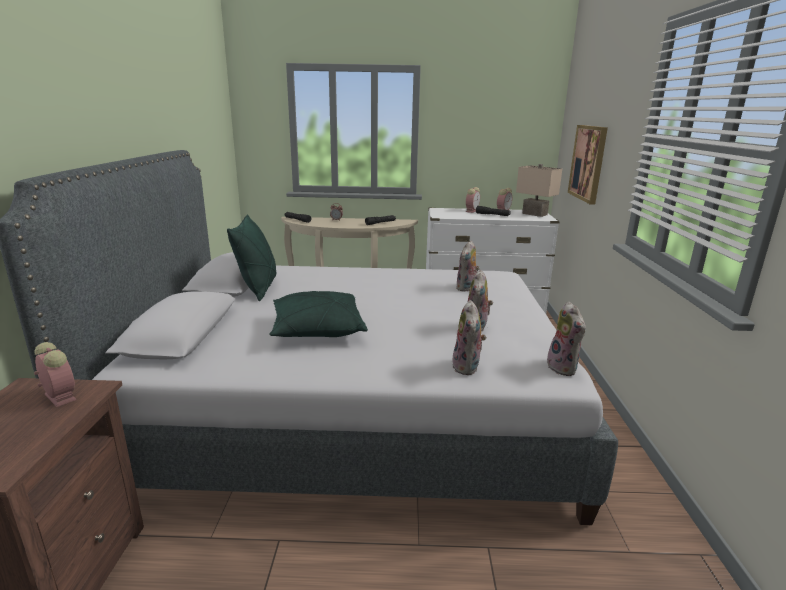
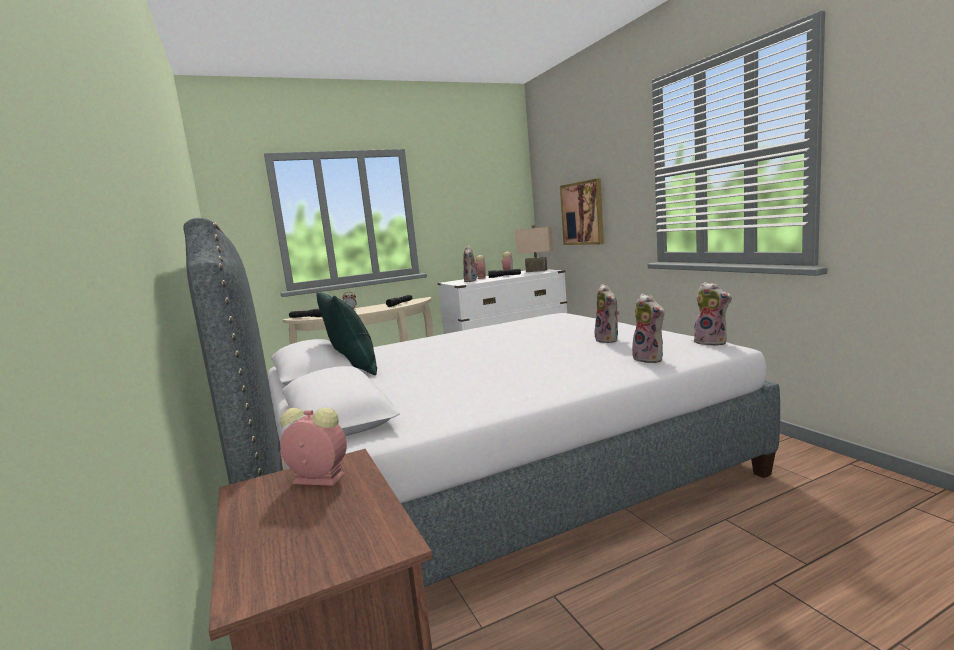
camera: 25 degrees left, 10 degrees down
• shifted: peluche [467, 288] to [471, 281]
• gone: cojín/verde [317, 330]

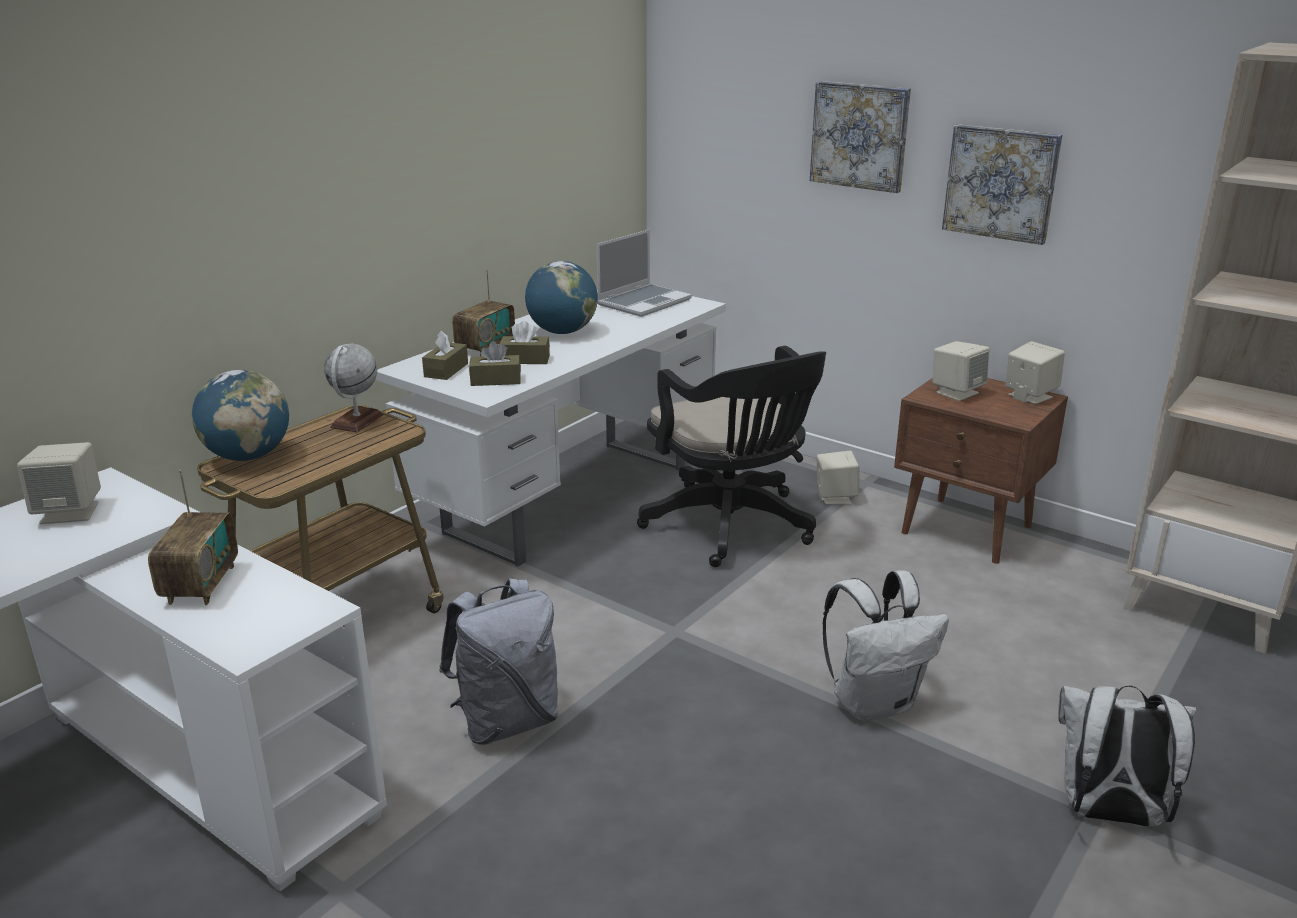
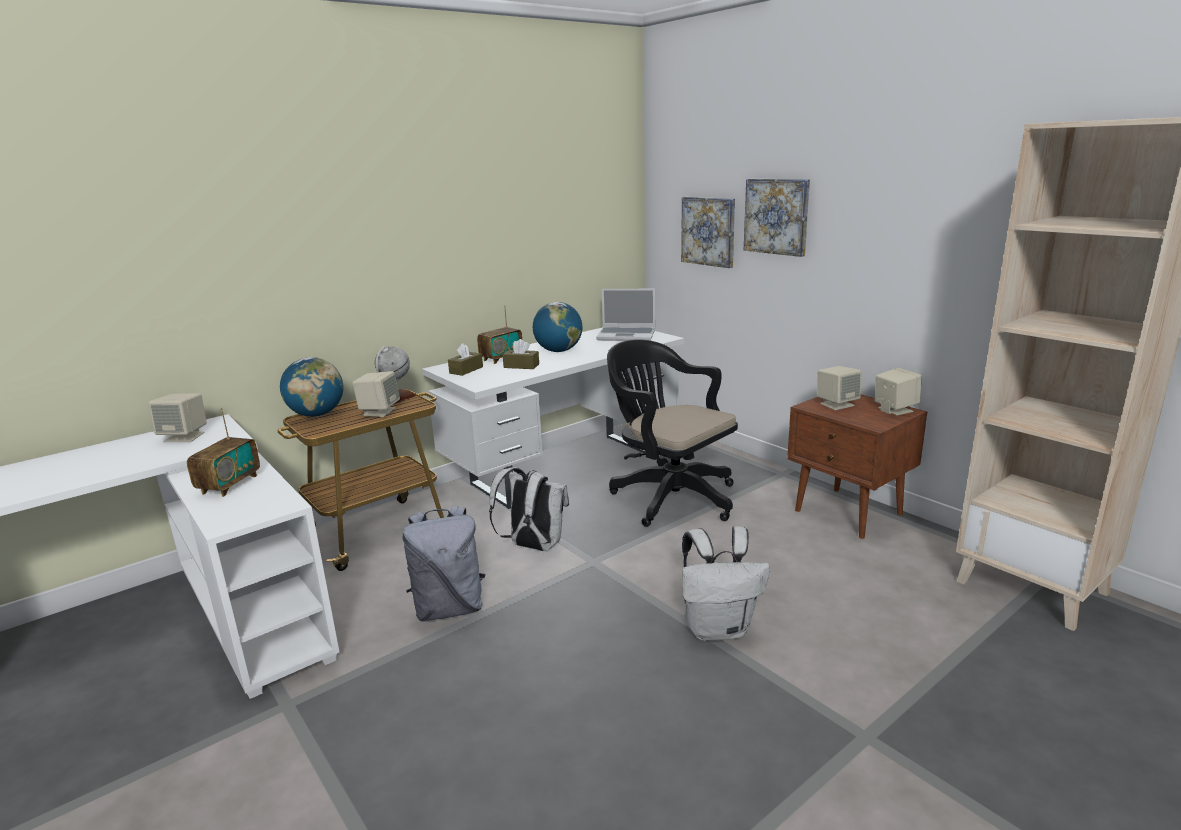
camera: 15 degrees right, 5 degrees down
• shifted: altavoz/beis [835, 497] to [379, 412]
• shifted: mochila/blanco [1108, 814] to [533, 546]
• rotated: portátil [644, 302] = [627, 335] 45 degrees clockwise
• rotated: silla de oficina/negro [732, 527] = [669, 496] 150 degrees clockwise
• shifted: cuadro [1001, 183] to [709, 231]
• gone: caja de pañuelos/marrón [495, 380]

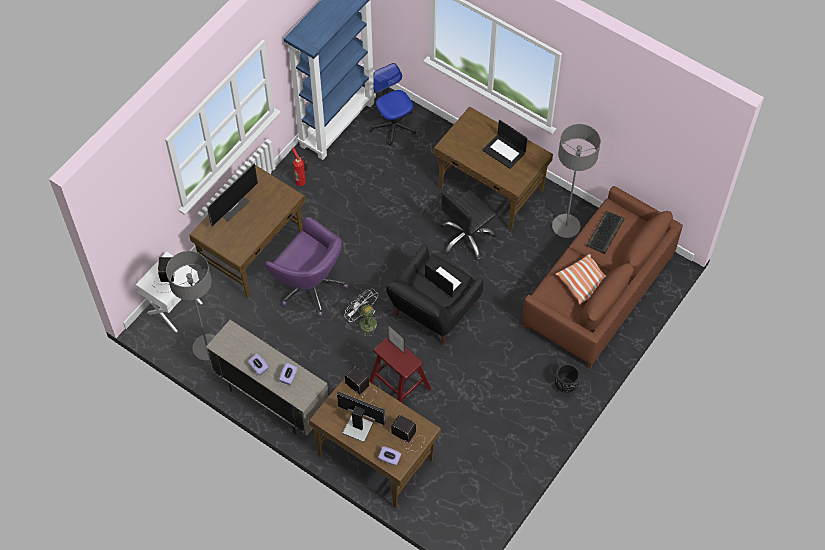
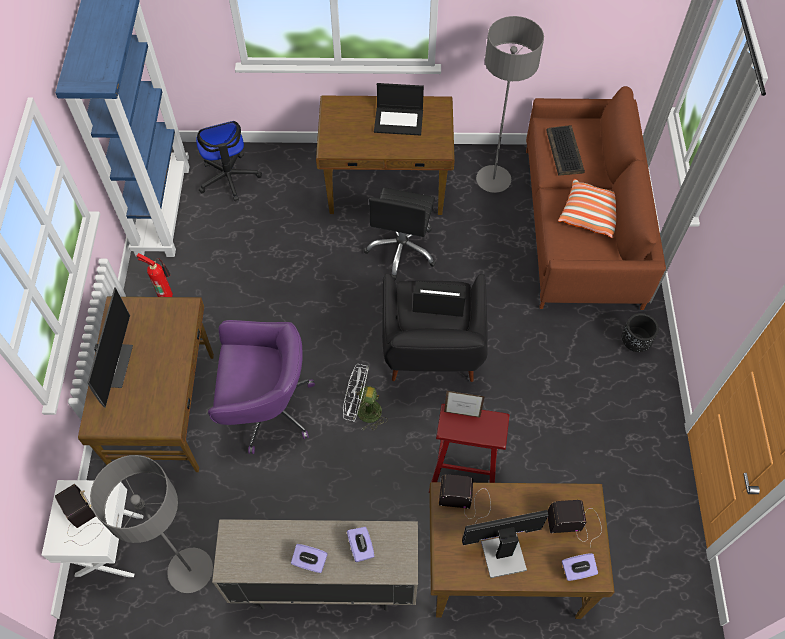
camera: 35 degrees left, 0 degrees up
• rotated: silla de oficina [393, 125] = [229, 178] 135 degrees counterclockwise

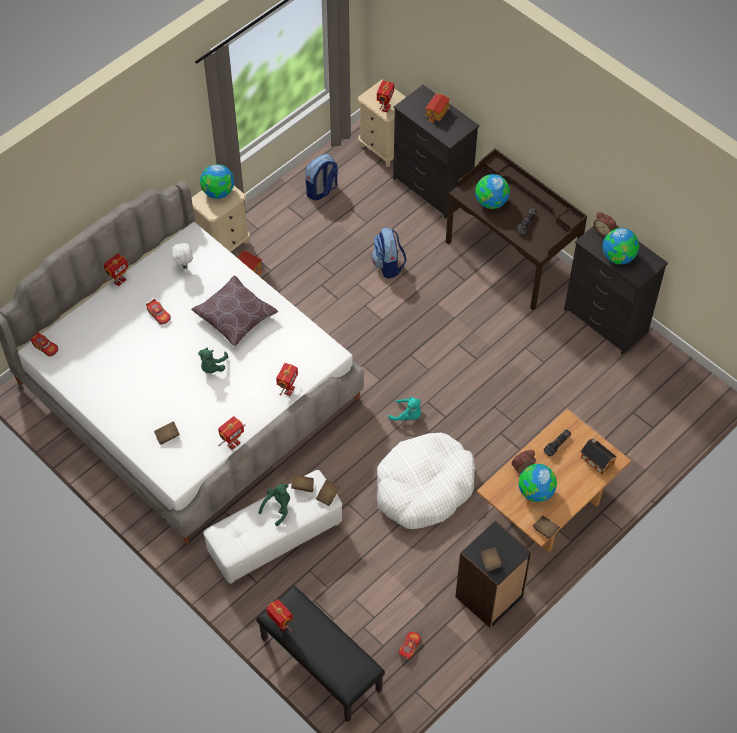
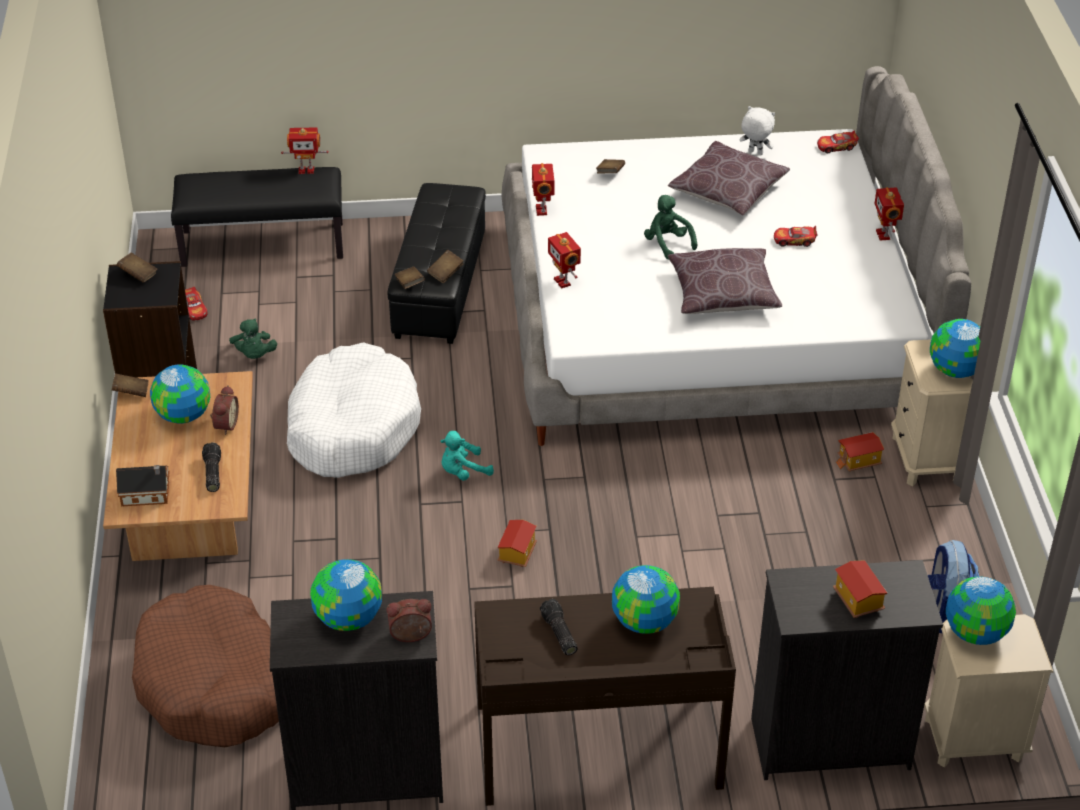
camera: 130 degrees right, 15 degrees down
• new: cama para perro/marrón [215, 684]
• shifted: peluche/verde [278, 508] to [254, 355]
• repainted: puf/blanco [275, 538] to puf/negro [439, 286]
• new: casita [516, 553]
• new: cojín/marrón [728, 191]
• shifted: peluche/blanco [185, 268] to [755, 153]
• swapped: robot de juguete [385, 108] to globo terráqueo [976, 633]
• gone: mochila [388, 265]

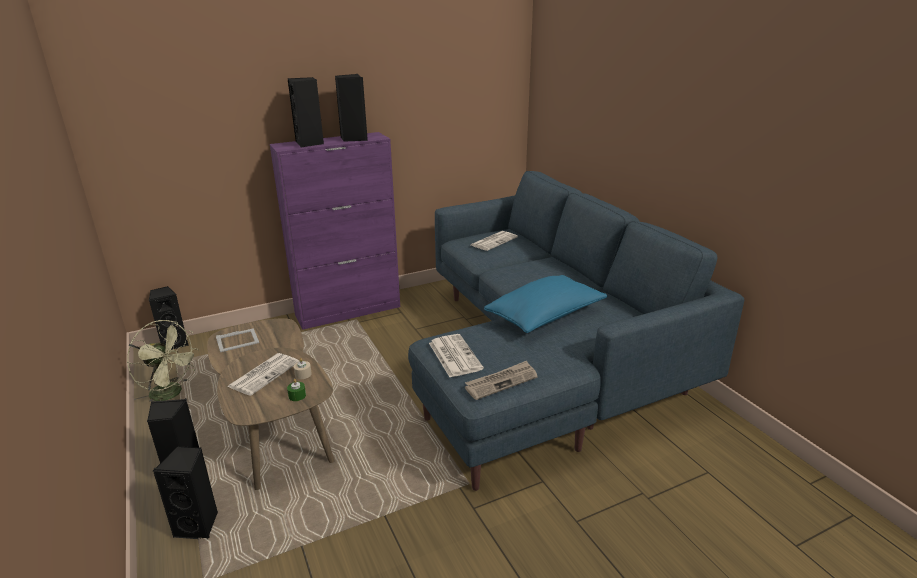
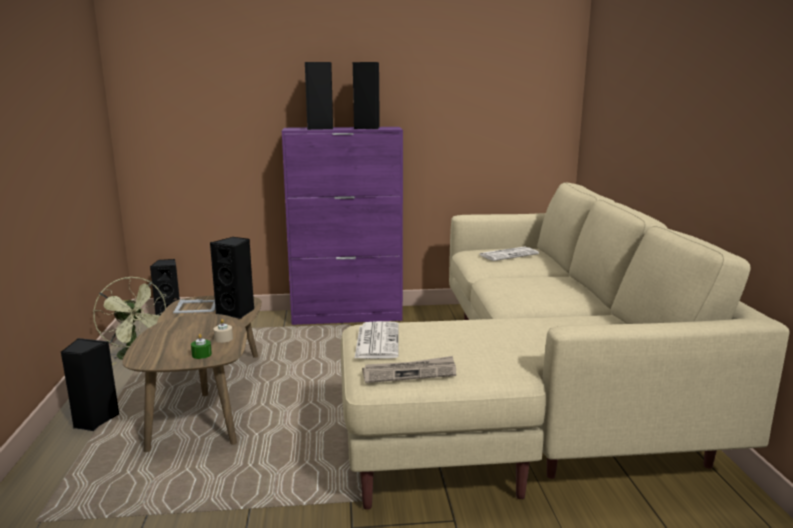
camera: 20 degrees right, 10 degrees down
• shifted: altavoz/negro [199, 526] to [237, 312]
• repainted: sofá/azul [545, 358] to sofá/beis [537, 394]
• gone: periódico [264, 374]
• gone: cojín/azul [545, 317]

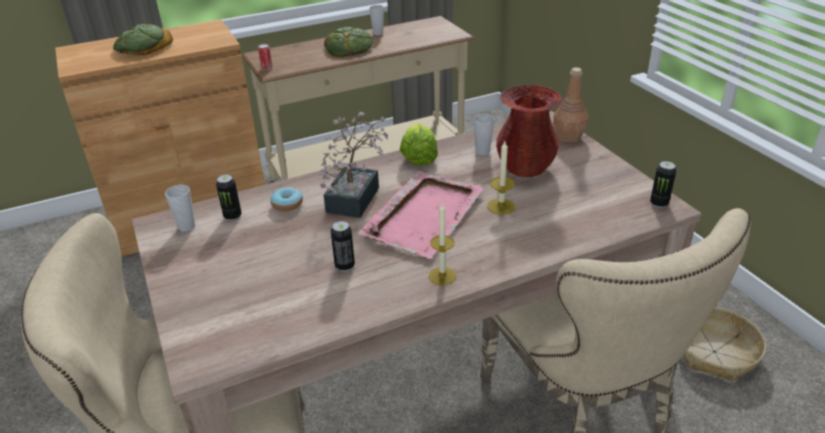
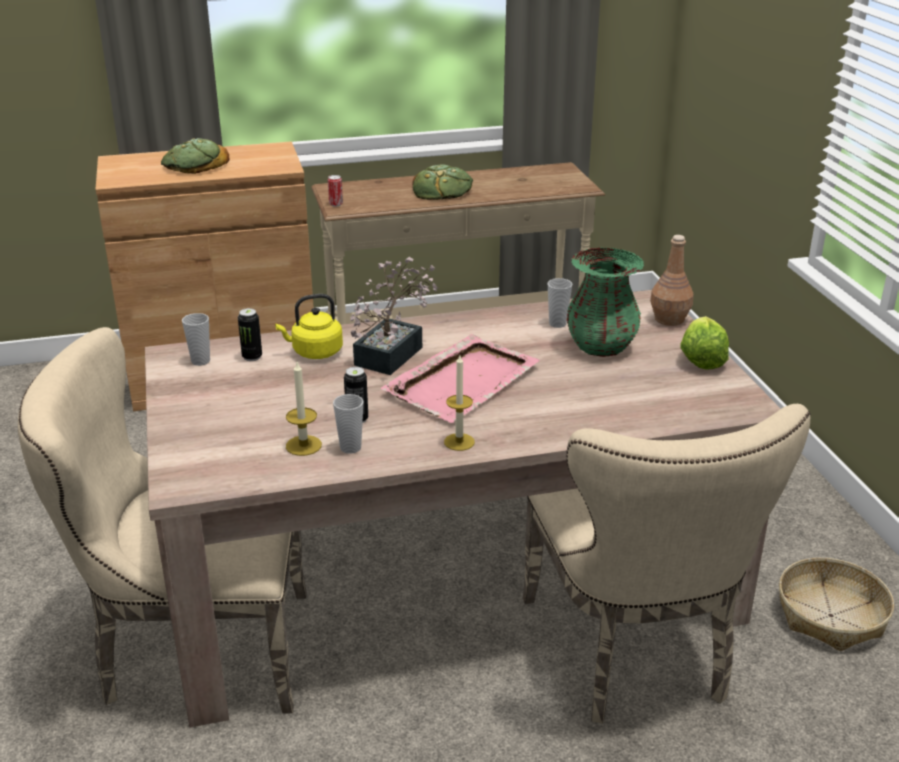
camera: 10 degrees right, 5 degrees down
• swapped: rosquilla [287, 204] to hervidor/amarillo [314, 352]
• shifted: vela [501, 206] to [303, 445]
• shifted: taza [378, 33] to [350, 448]
• repainted: florero/rojo [525, 168] to florero/verde [601, 347]
• shifted: lechuga [418, 156] to [701, 358]
• gone: lata [659, 203]

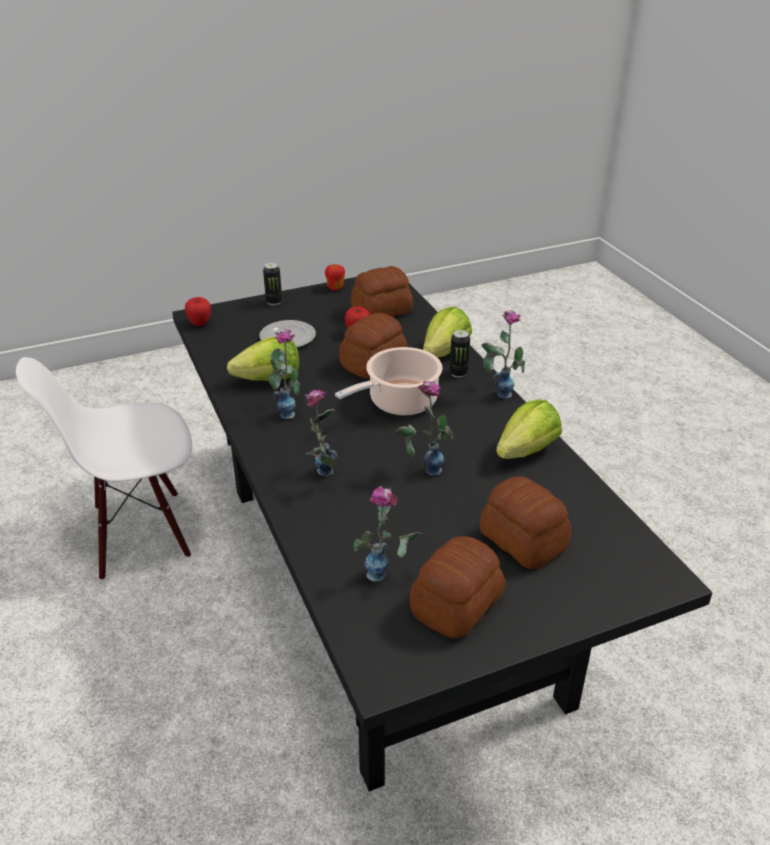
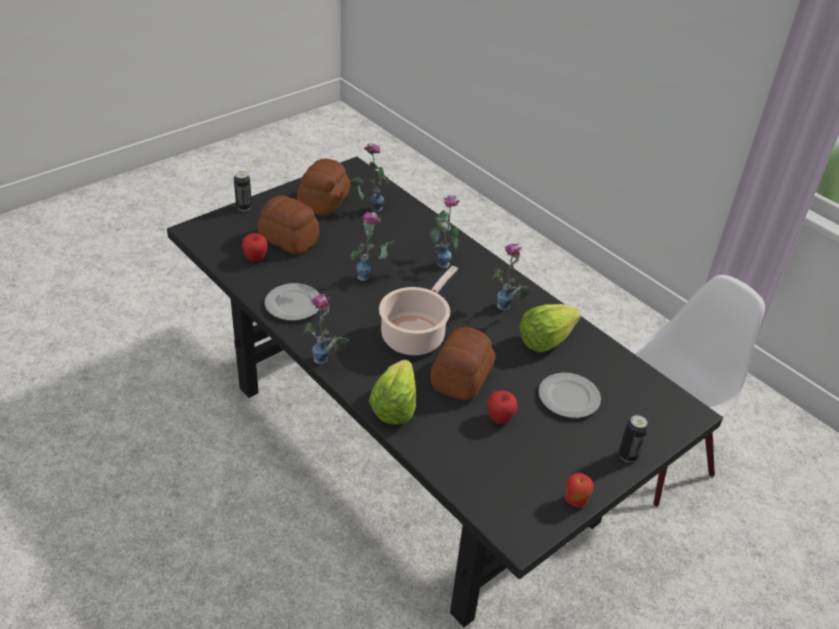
camera: 160 degrees right, 5 degrees up
• shifted: lata [458, 373] to [244, 207]
• shifted: manzana [200, 323] to [255, 258]
• swapped: lechuga [527, 450] to plato [292, 304]
• gone: pan [382, 311]

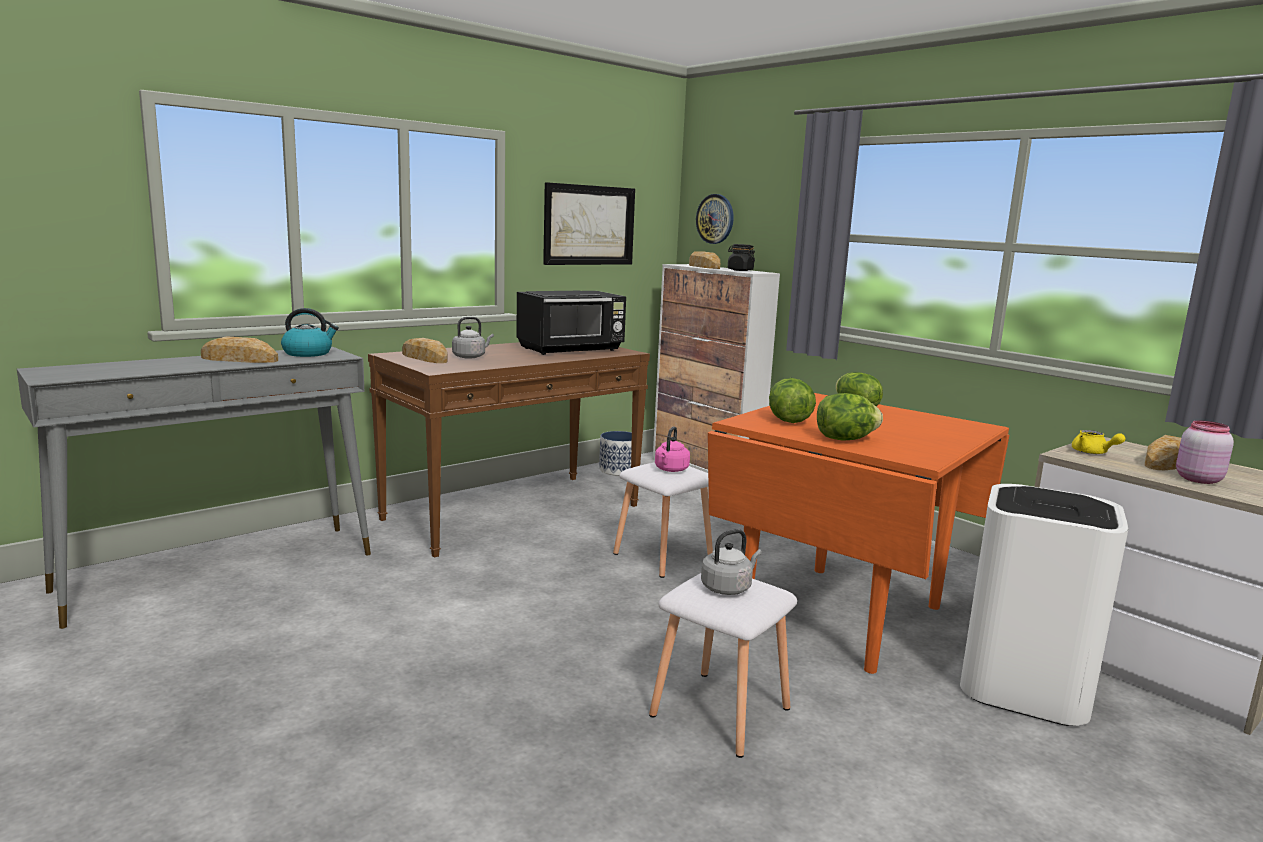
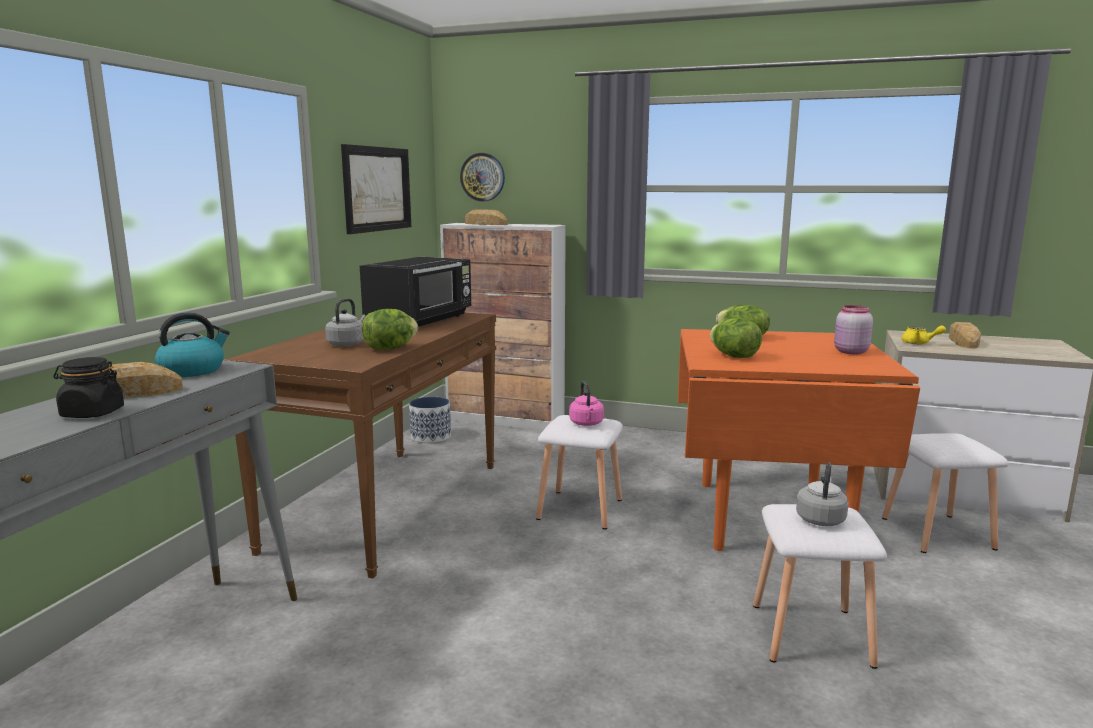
camera: 30 degrees left, 0 degrees up
• shifted: tarro/negro [740, 270] to [92, 413]
• shifted: lechuga [845, 439] to [390, 349]
• shifted: tarro/rosa [1197, 479] to [850, 352]
• swapped: papelera/blanco [1024, 687] to taburete/blanco [939, 534]
• gone: pan [424, 358]

